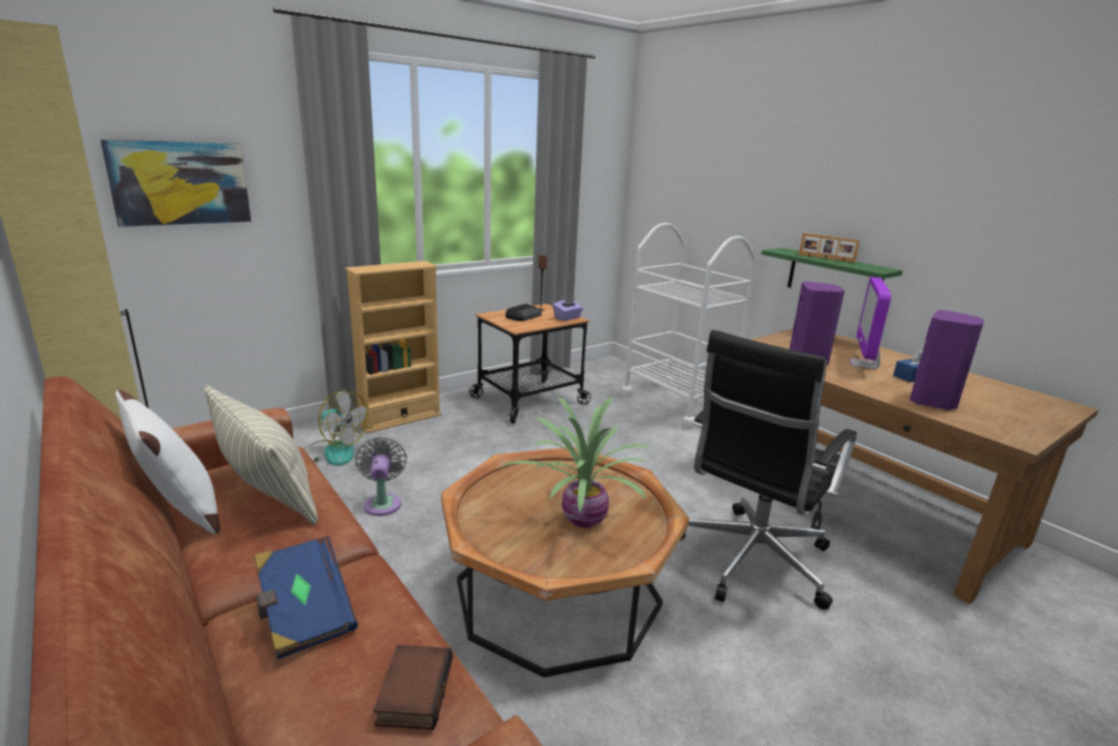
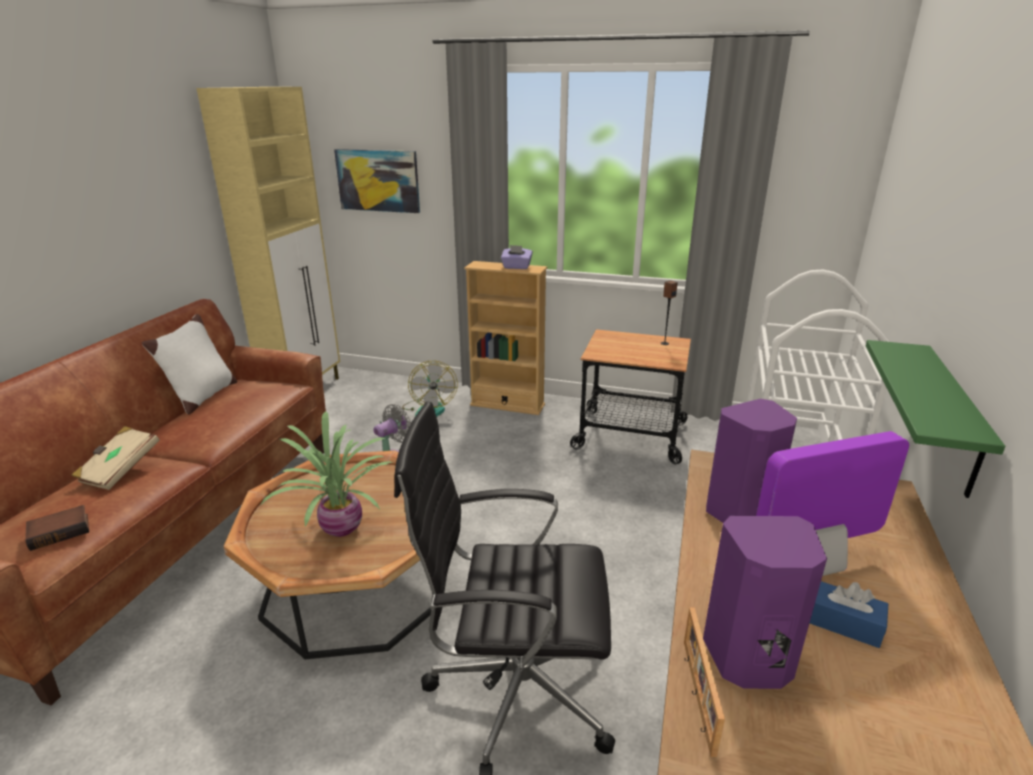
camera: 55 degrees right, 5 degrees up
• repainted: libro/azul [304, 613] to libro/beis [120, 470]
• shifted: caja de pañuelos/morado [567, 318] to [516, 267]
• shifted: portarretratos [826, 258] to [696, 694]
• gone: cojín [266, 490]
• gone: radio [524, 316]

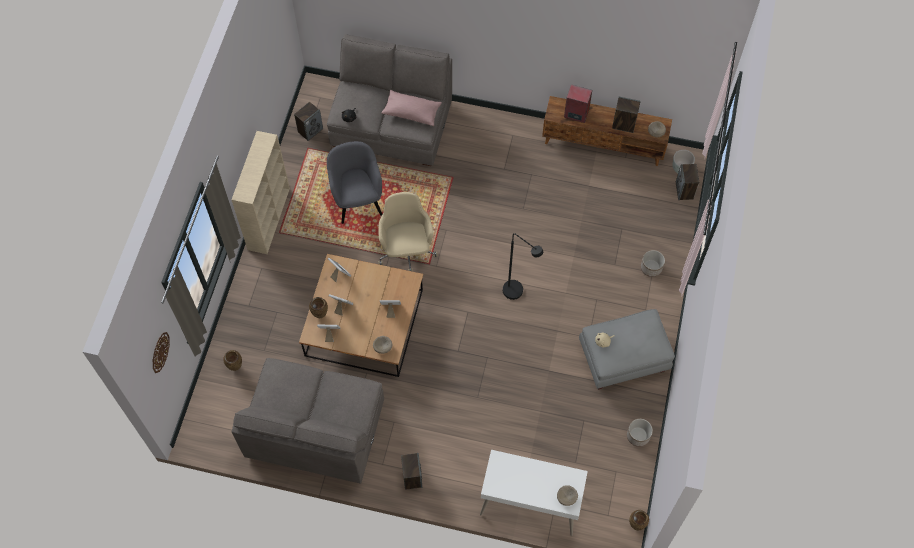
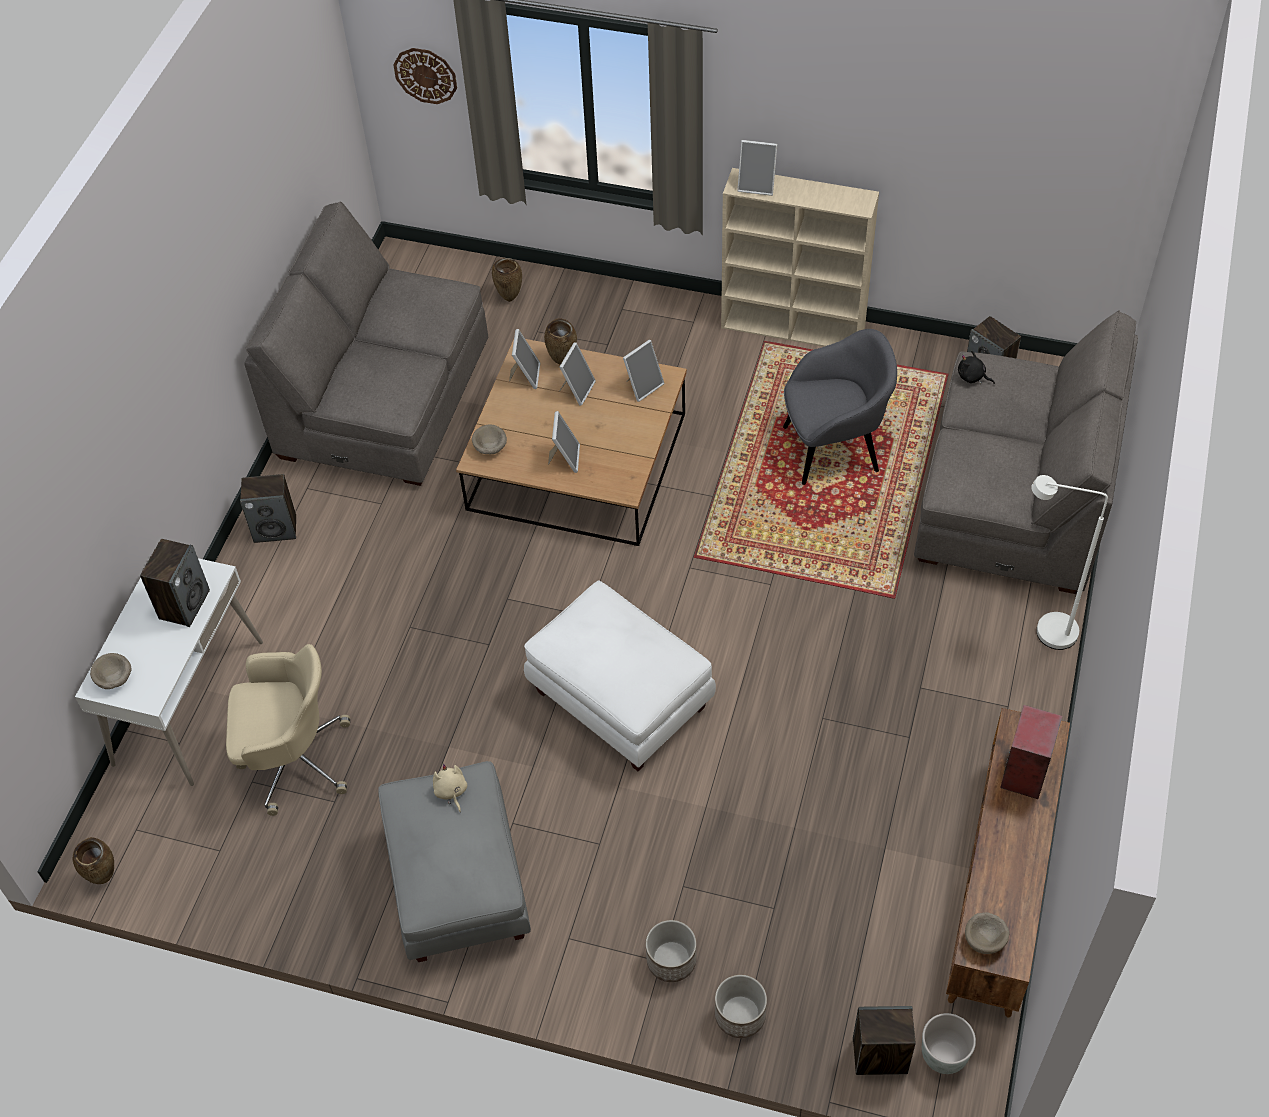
camera: 95 degrees right, 10 degrees down
• shifted: altavoz [623, 124] to [184, 604]
• shifted: silla de oficina/beis [407, 251] to [293, 759]
• swapped: lámpara de pie/negro [517, 293] to puf/blanco [622, 699]
• shifted: maceta [638, 436] to [740, 1015]
• new: portarretratos [757, 185]
• new: lámpara de pie/blanco [1044, 631]
• gone: cojín/rosa [412, 112]

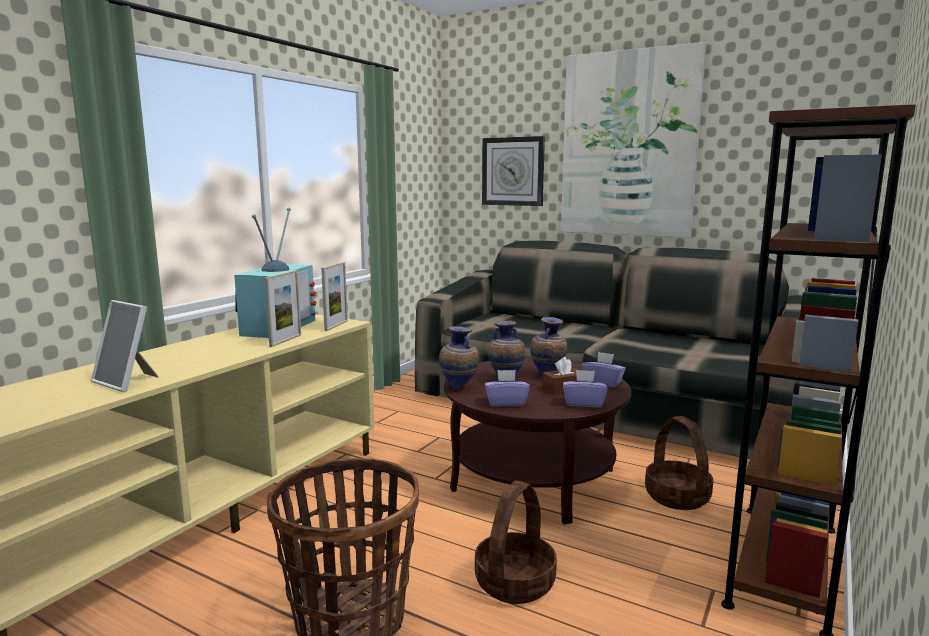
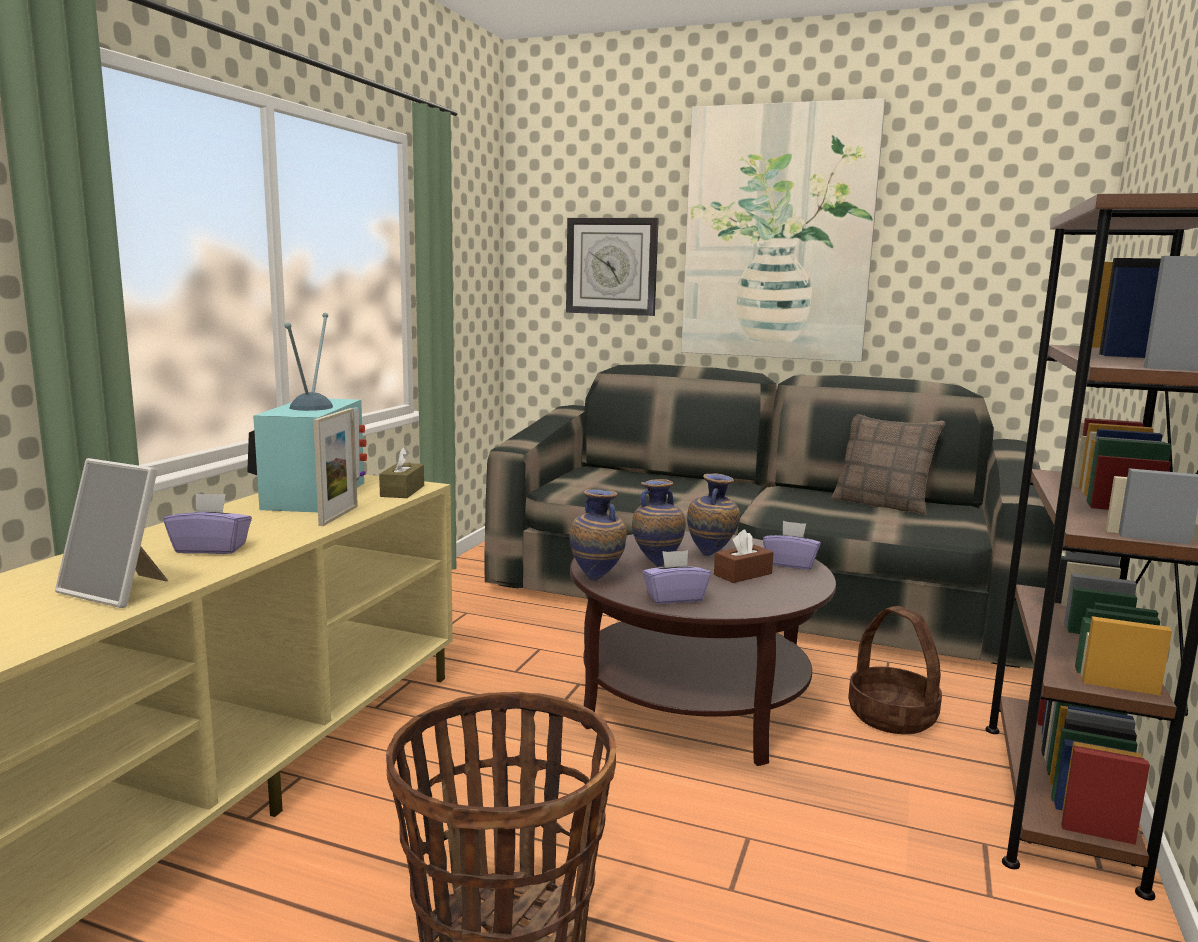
camera: 10 degrees left, 0 degrees up
• shifted: caja de pañuelos/morado [583, 403] to [211, 548]
• swapped: portarretratos [336, 326] to caja de pañuelos/marrón [402, 491]
• new: cojín [882, 504]
• gone: cesta [515, 583]

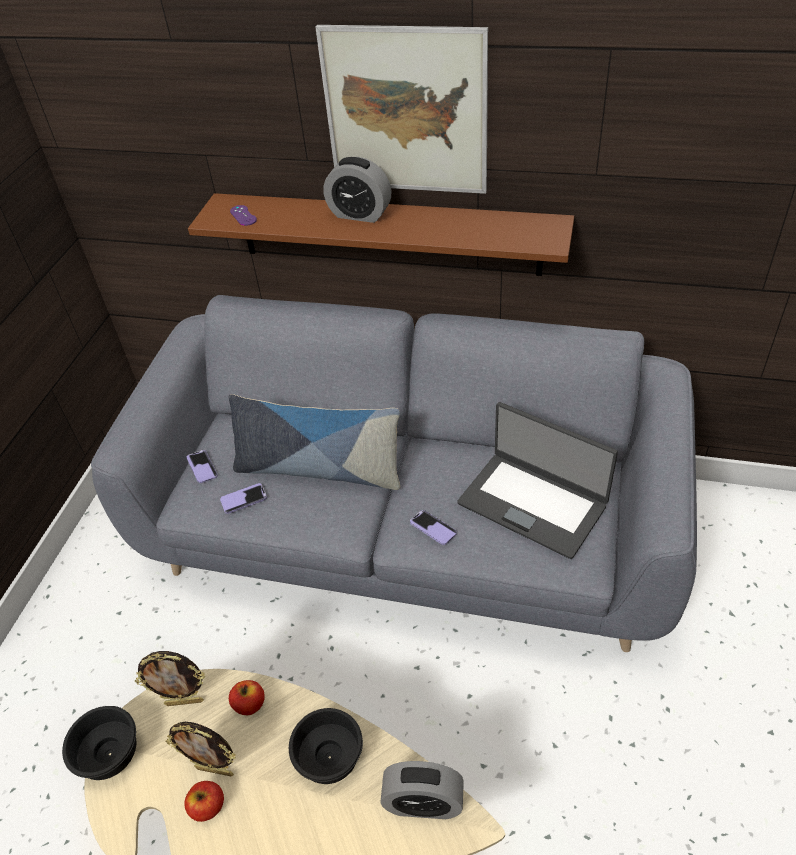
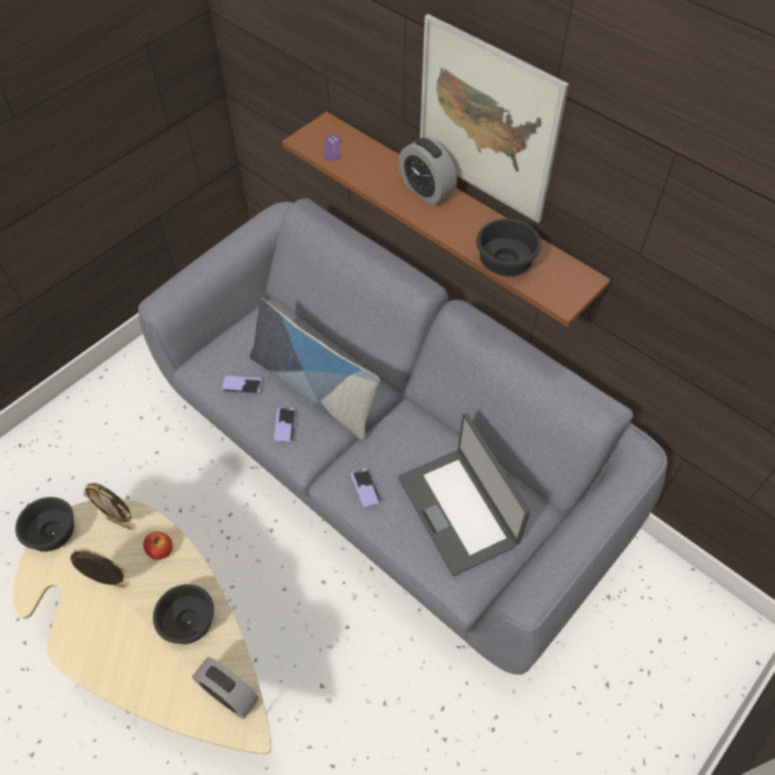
camera: 25 degrees right, 10 degrees up
• rotated: portarretratos [215, 770] = [111, 585] 150 degrees clockwise
• shifted: móvil [202, 467] to [285, 425]
• new: cuenco/negro [504, 264]
• gone: manzana [208, 806]

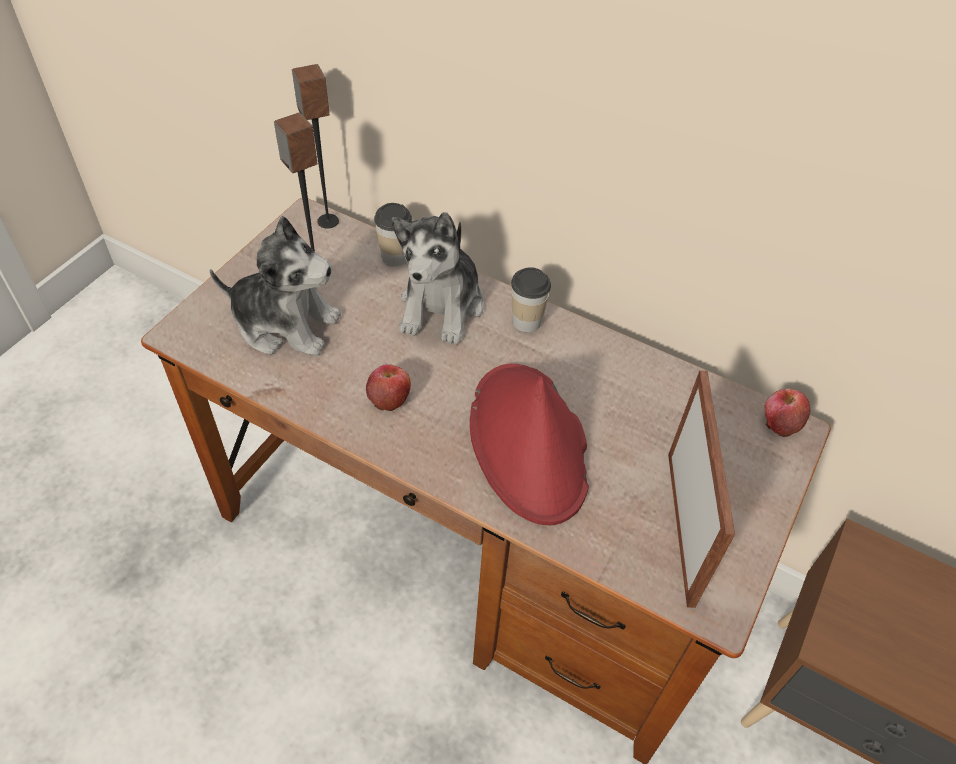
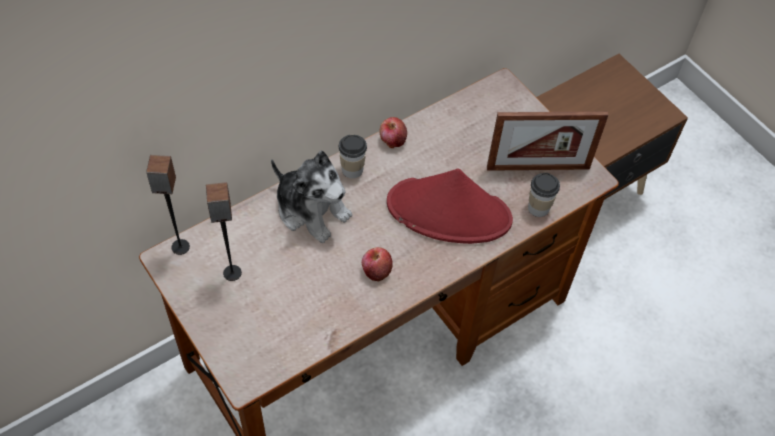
camera: 65 degrees left, 5 degrees up
• shifted: manzana [780, 422] to [392, 140]
• rotated: portarretratos [680, 526] = [538, 168] 150 degrees clockwise
• shifted: taza [395, 257] to [538, 208]
• gone: peluche [285, 324]

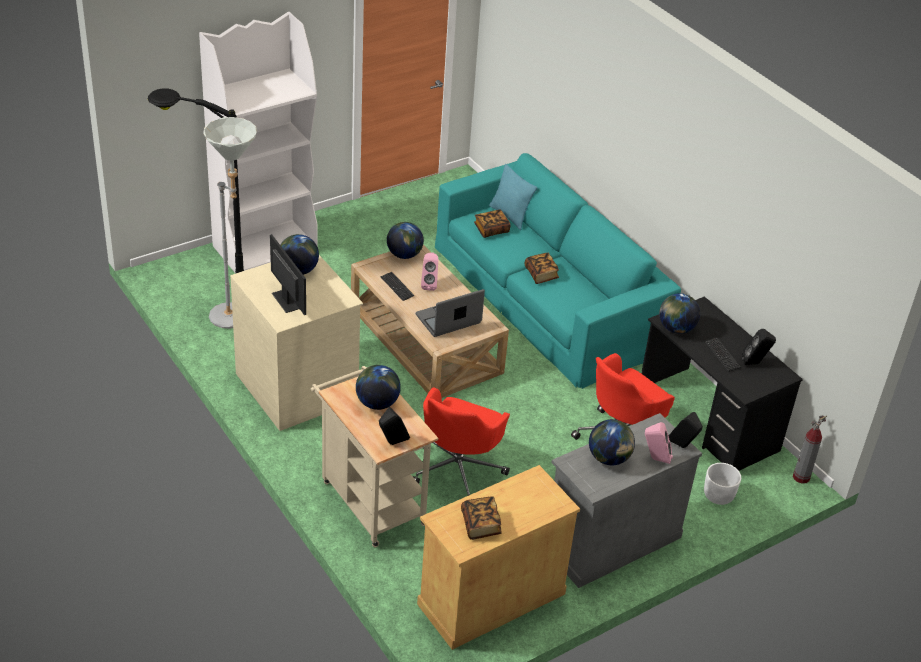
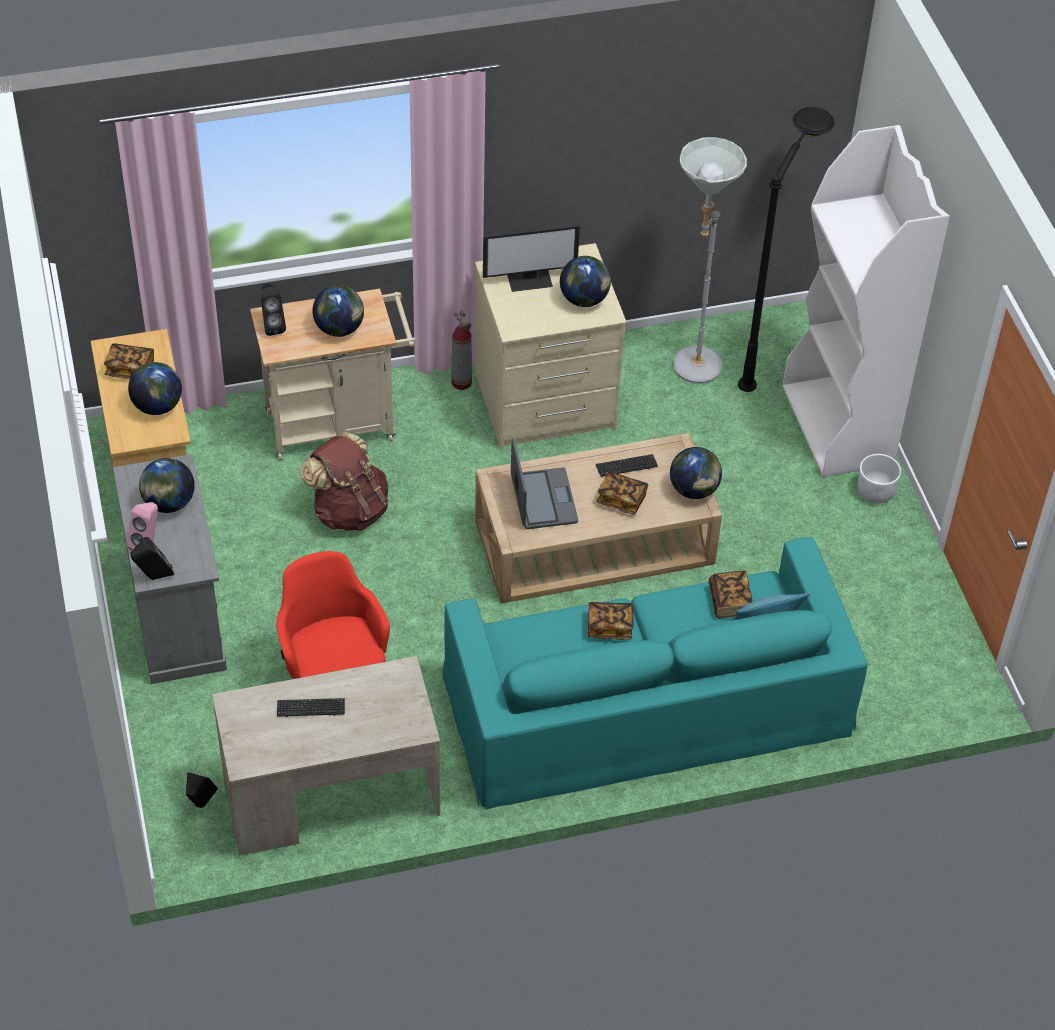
camera: 110 degrees right, 10 degrees up
• shifted: globo terráqueo [676, 329] to [157, 406]
• shifted: altavoz/negro [755, 363] to [201, 805]
• repainted: escritorio/negro [707, 419] to escritorio/beis [331, 796]
• swapped: silla de oficina/rojo [458, 470] to mochila/marrón [349, 510]
• shifted: extintor [801, 477] to [461, 382]
• swapped: altavoz/rosa [429, 285] to libro [621, 500]
• shifted: maceta/blanco [718, 495] to [875, 493]

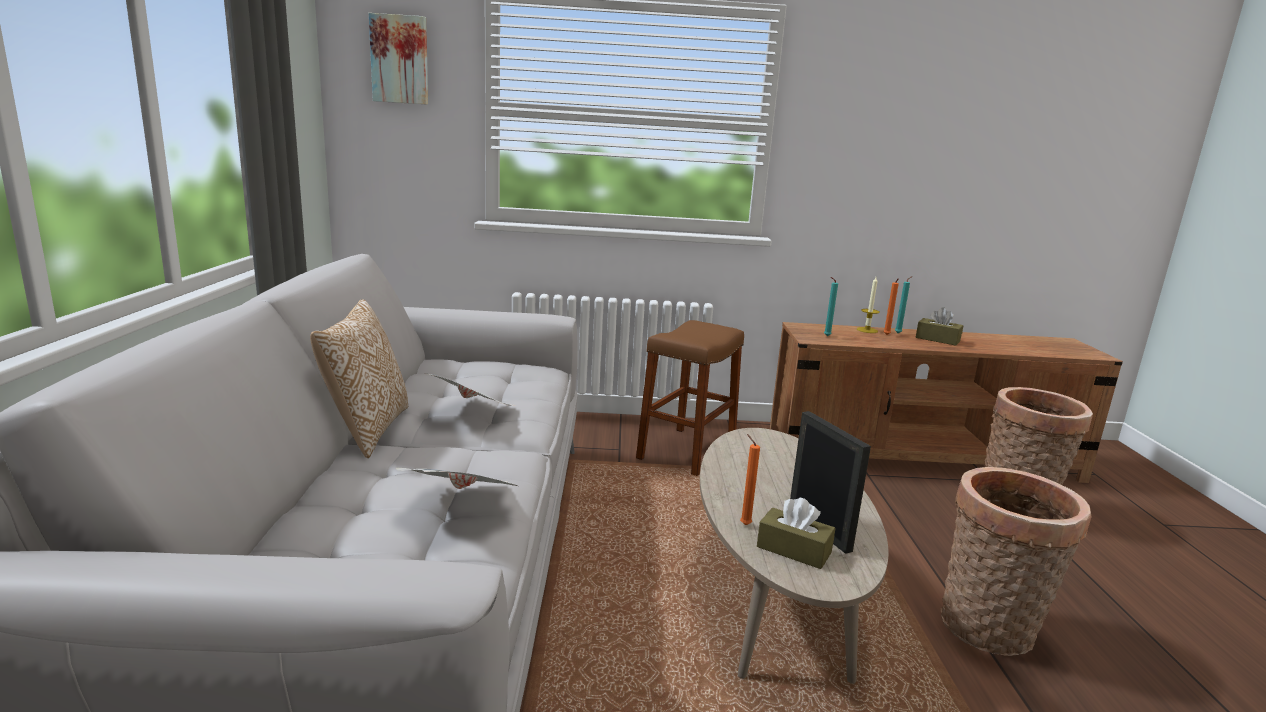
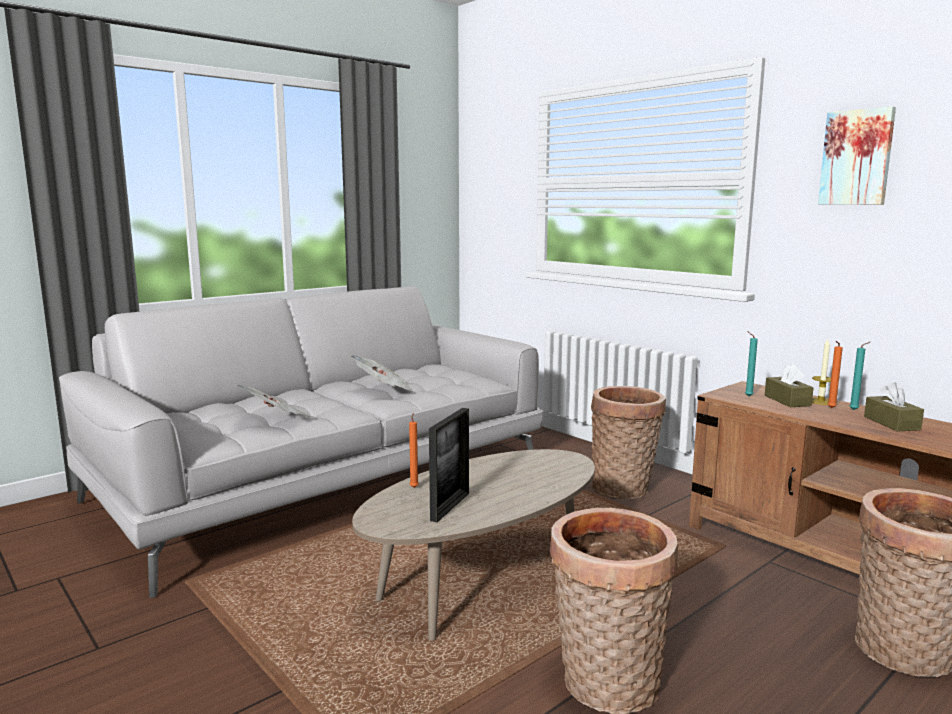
camera: 50 degrees right, 5 degrees down
• swapped: taburete/marrón [687, 451] to cesta [624, 489]
• shifted: caja de pañuelos/marrón [793, 550] to [787, 400]
• shifted: cuadro [400, 60] to [857, 158]
• gone: cojín [366, 430]

